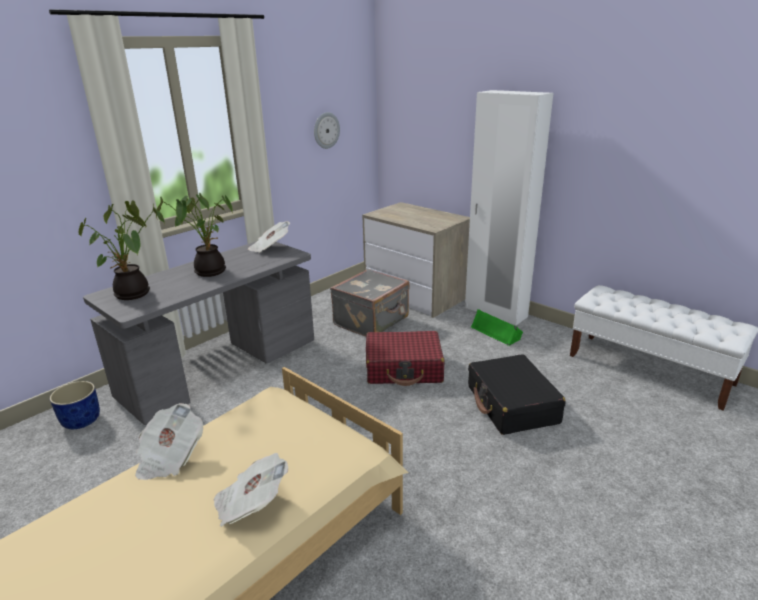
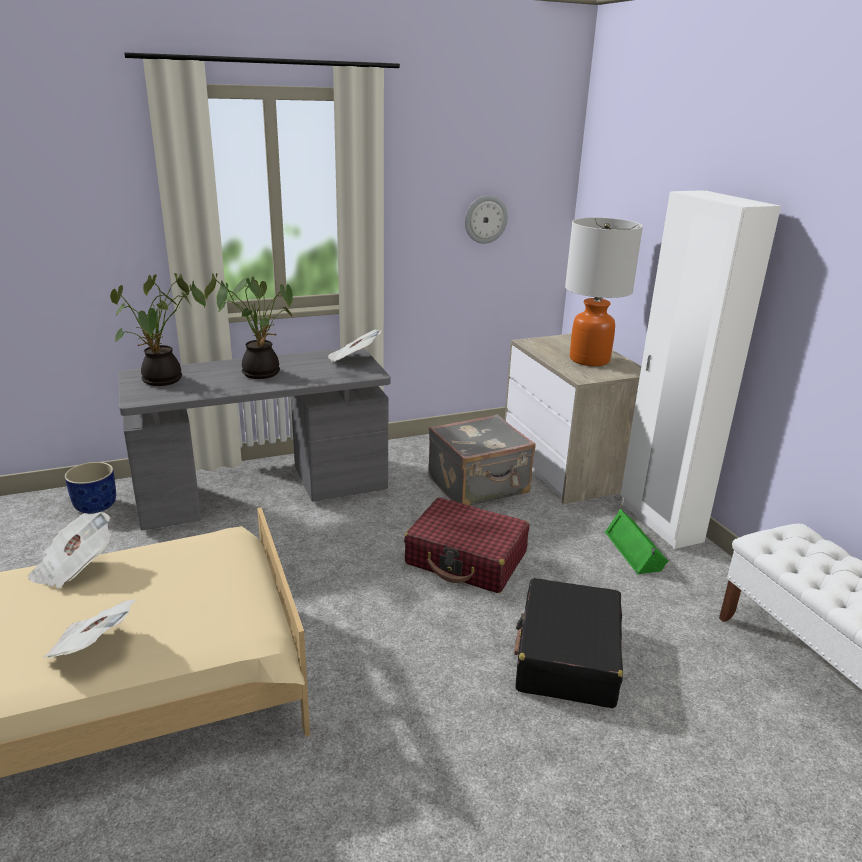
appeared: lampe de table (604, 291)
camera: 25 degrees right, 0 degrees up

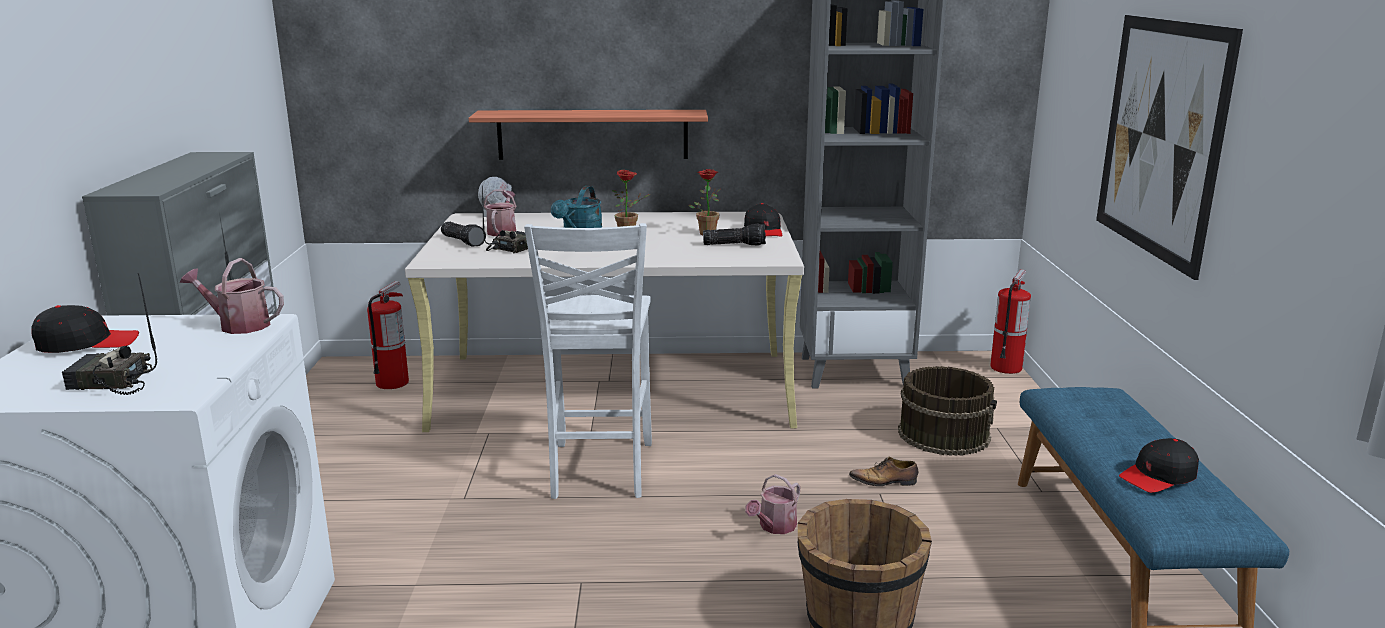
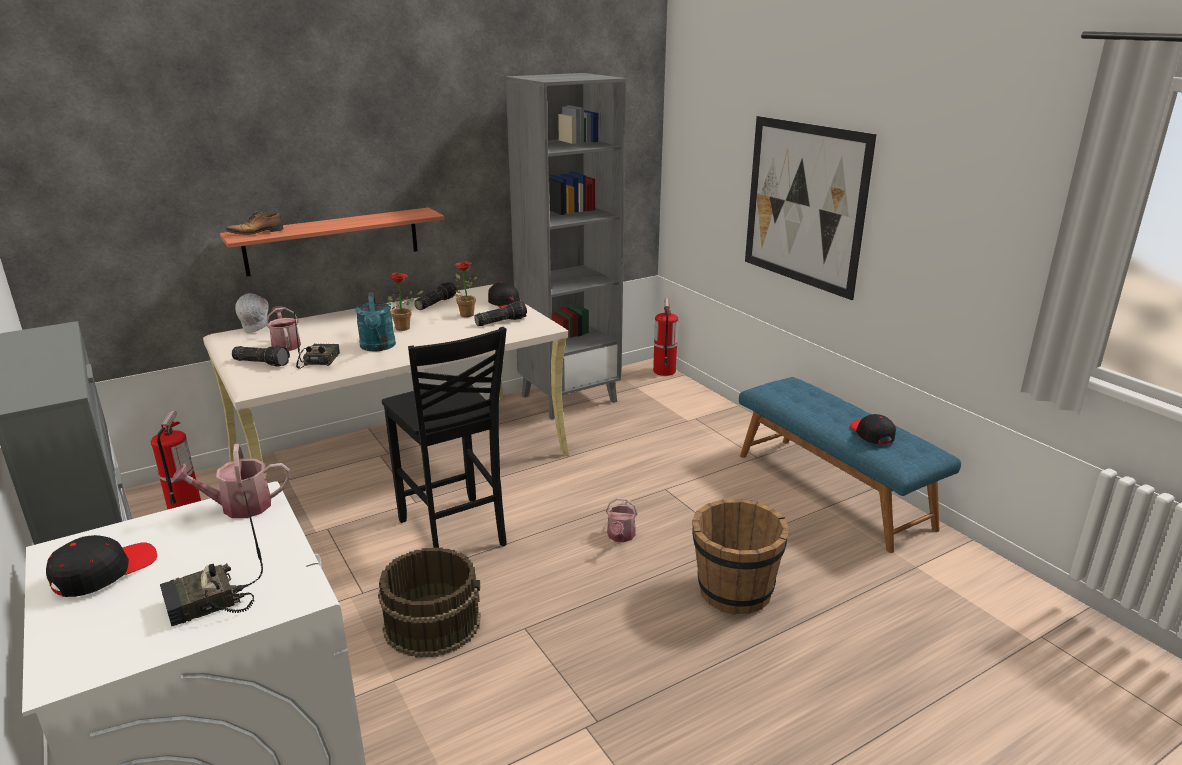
appeared: lampe de poche (435, 296)
relocated: chaussure (883, 471) to (255, 223); seau/marron (947, 411) to (429, 603)
colour: chaise/blanc (588, 361) to chaise/noir (444, 437)
spun: casquette/noir (1159, 465) = (873, 429) 135 degrees clockwise
camera: 30 degrees left, 5 degrees up

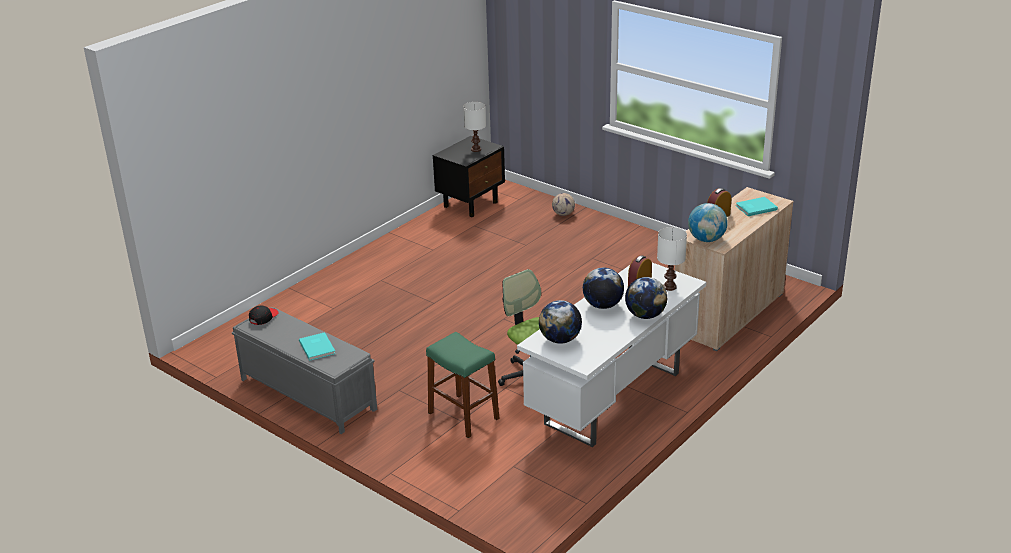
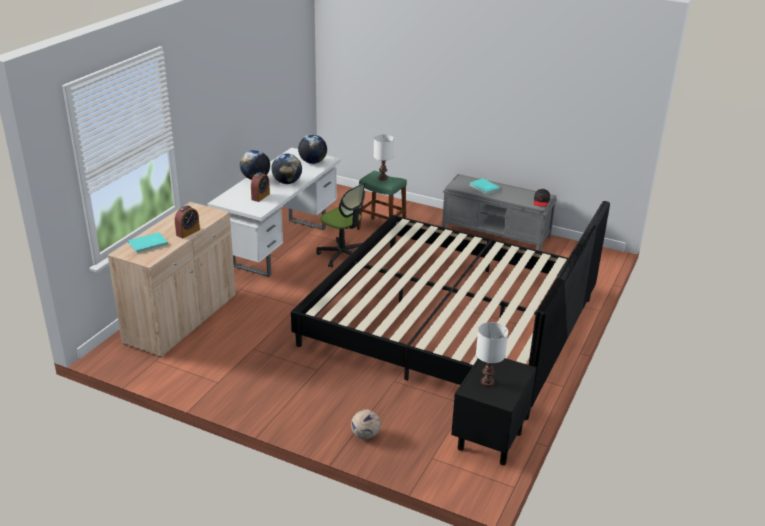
missing: globe (708, 222)
appeared: lit (450, 310)
relocated: lampe de table/blanc (672, 259) to (384, 157)
camera: 165 degrees right, 0 degrees up

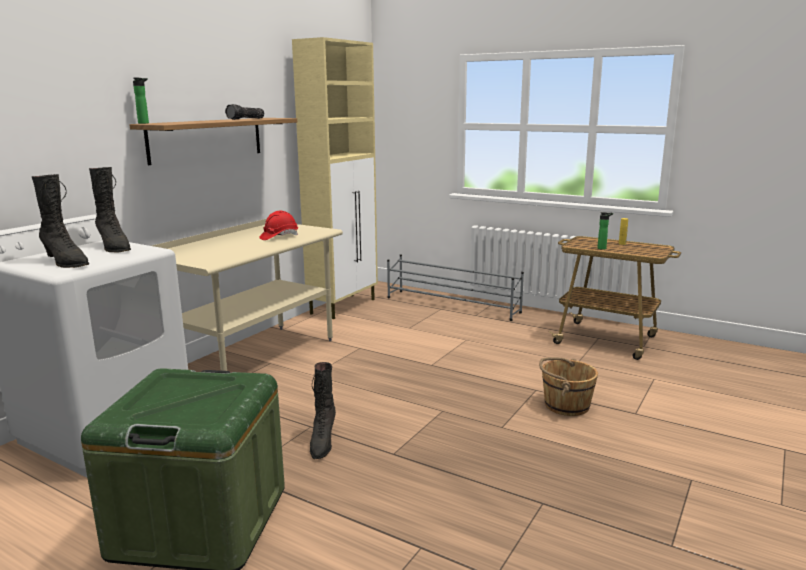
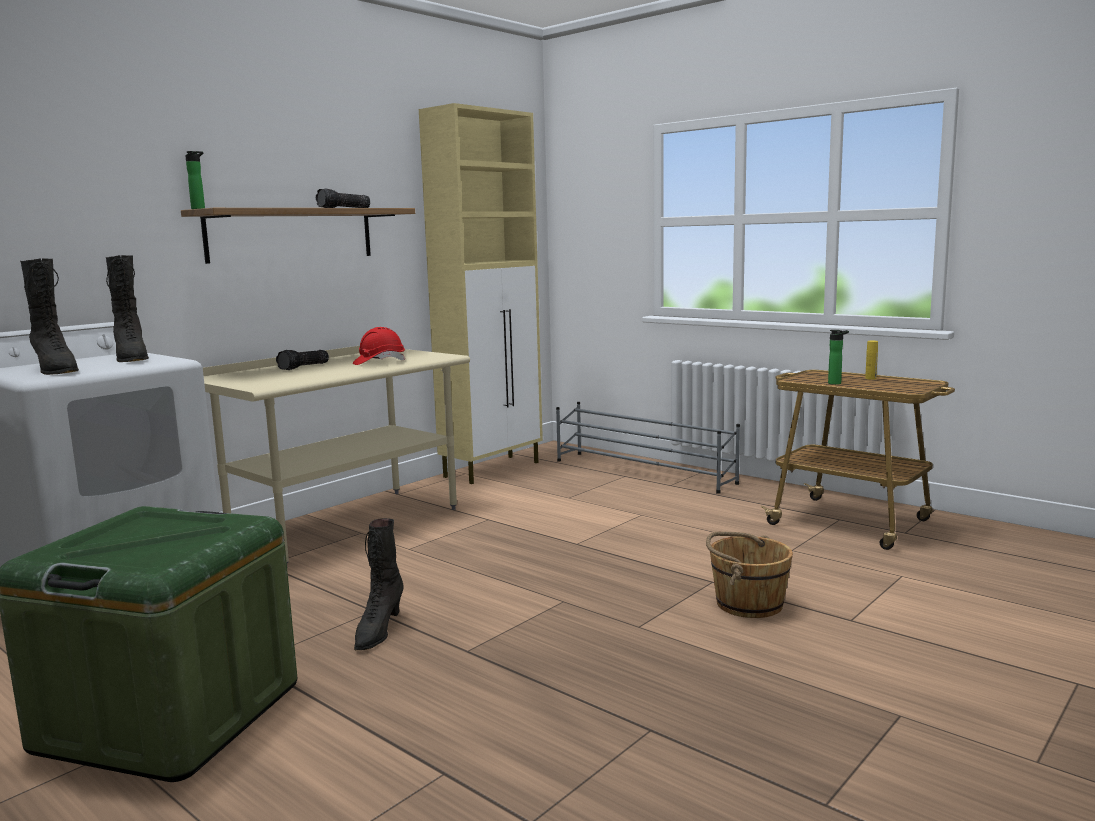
appeared: lampe de poche (302, 360)
camera: 10 degrees right, 5 degrees down

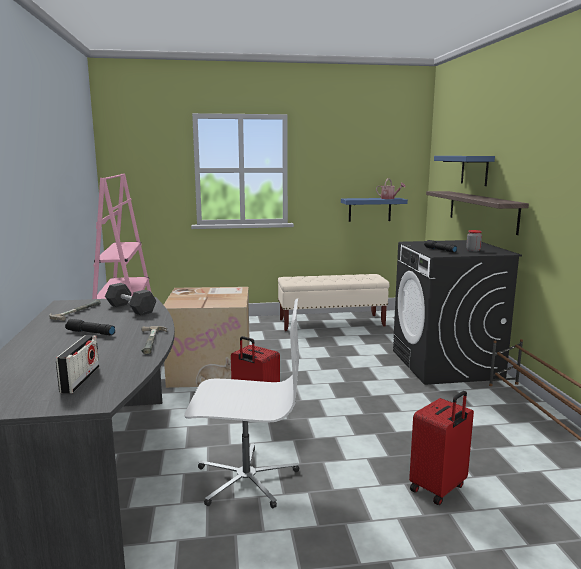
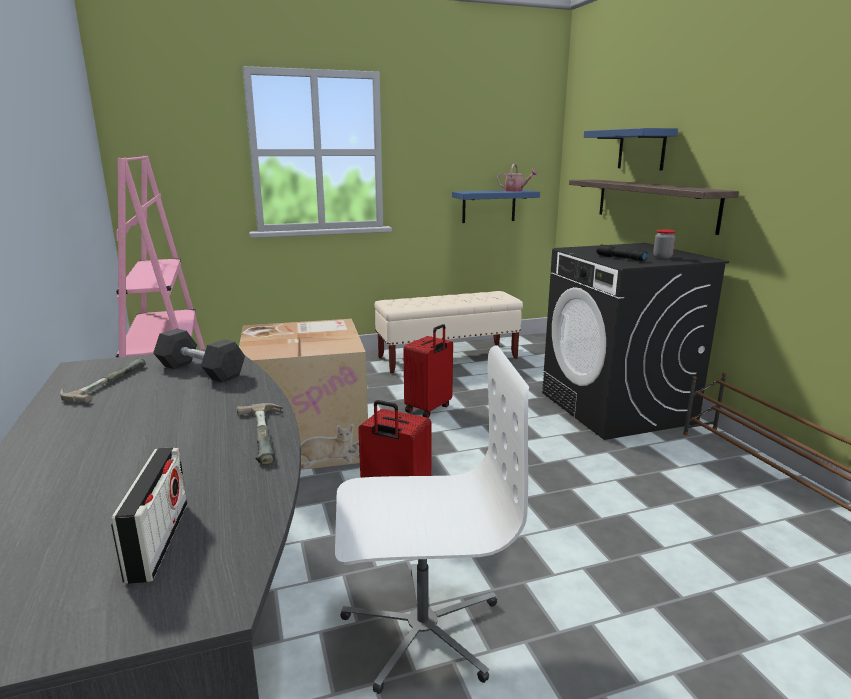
missing: lampe de poche/noir (90, 327)
relocated: valise/rouge (441, 448) to (428, 371)
camera: 10 degrees left, 5 degrees up

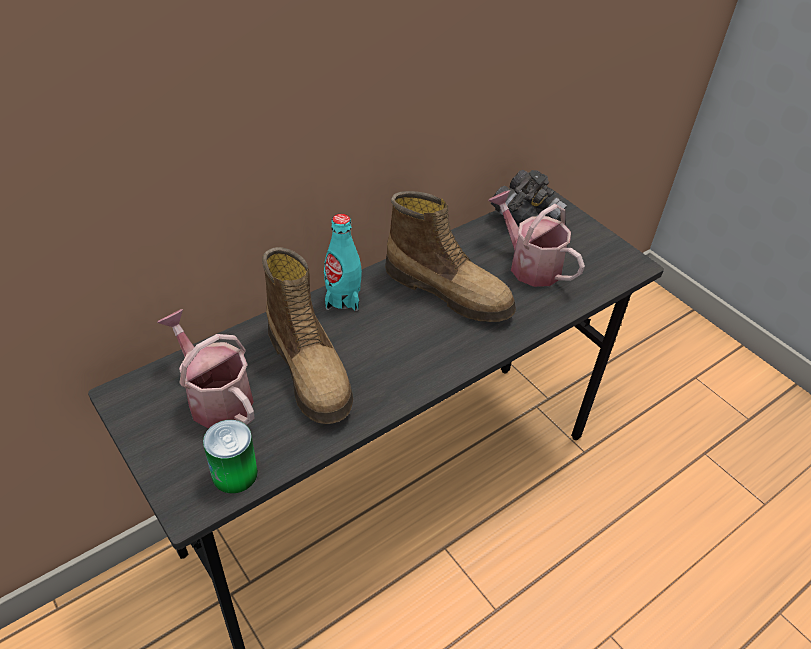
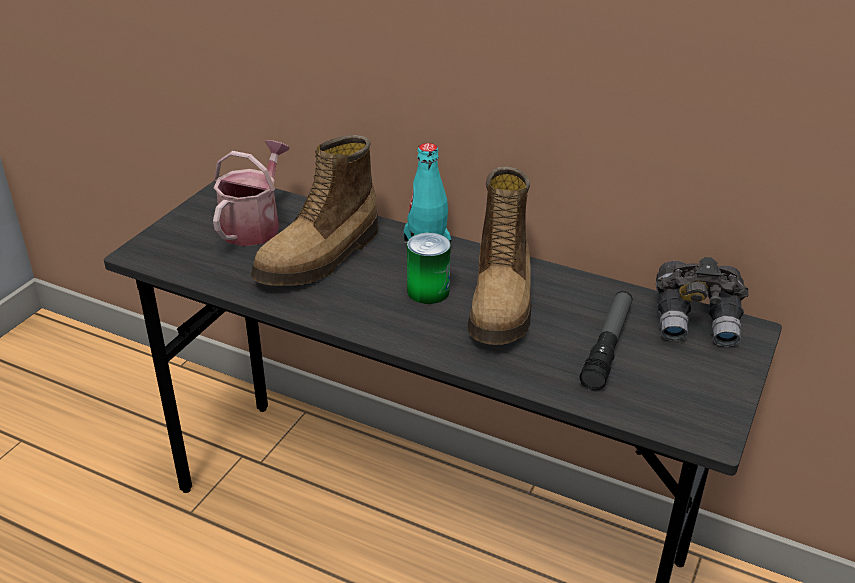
relocated: boîte métallique (230, 457) to (429, 268)
exchanged: arrosoir (536, 239) to lampe de poche (606, 340)
camera: 65 degrees right, 10 degrees down

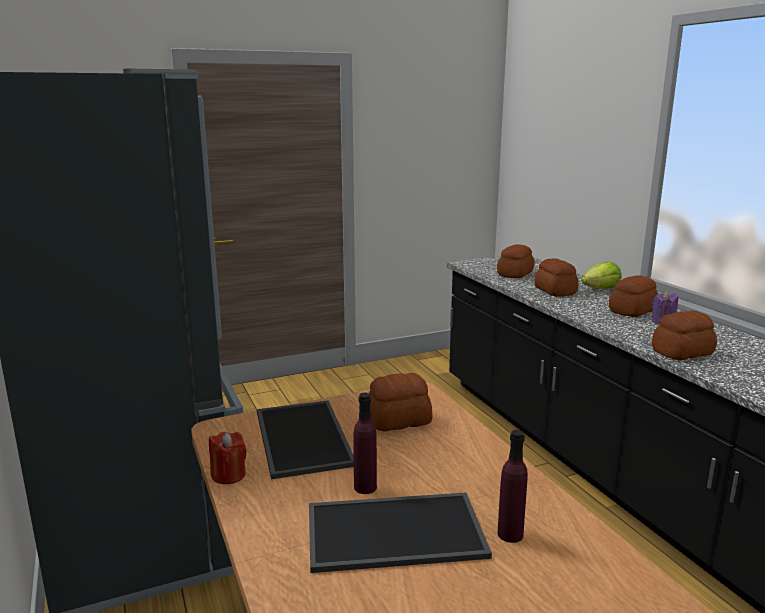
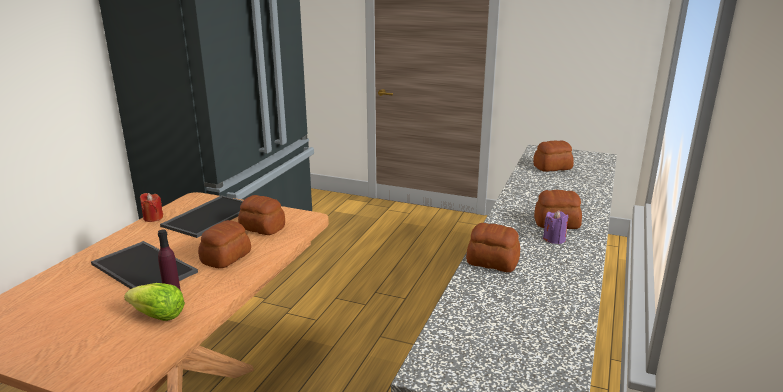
missing: bouteille/violet (365, 443)
relocated: pain (556, 277) to (224, 244); laitue (601, 275) to (154, 302)
camera: 45 degrees right, 5 degrees up

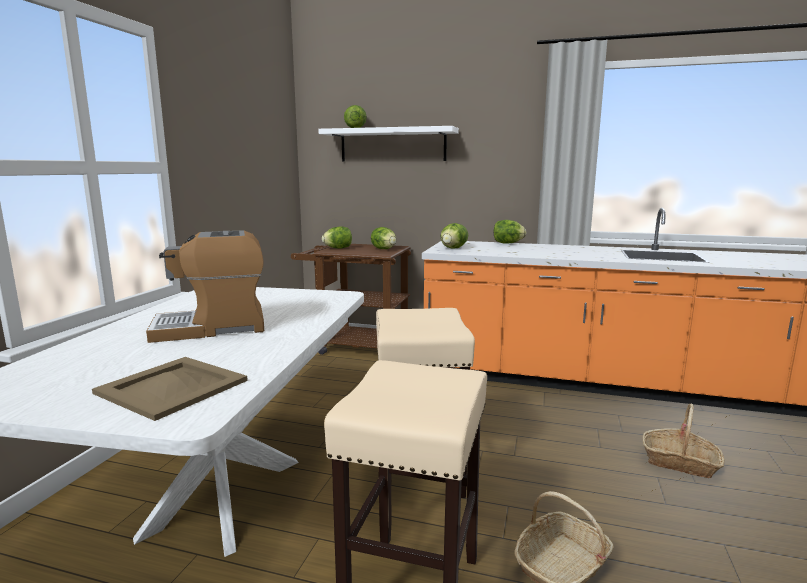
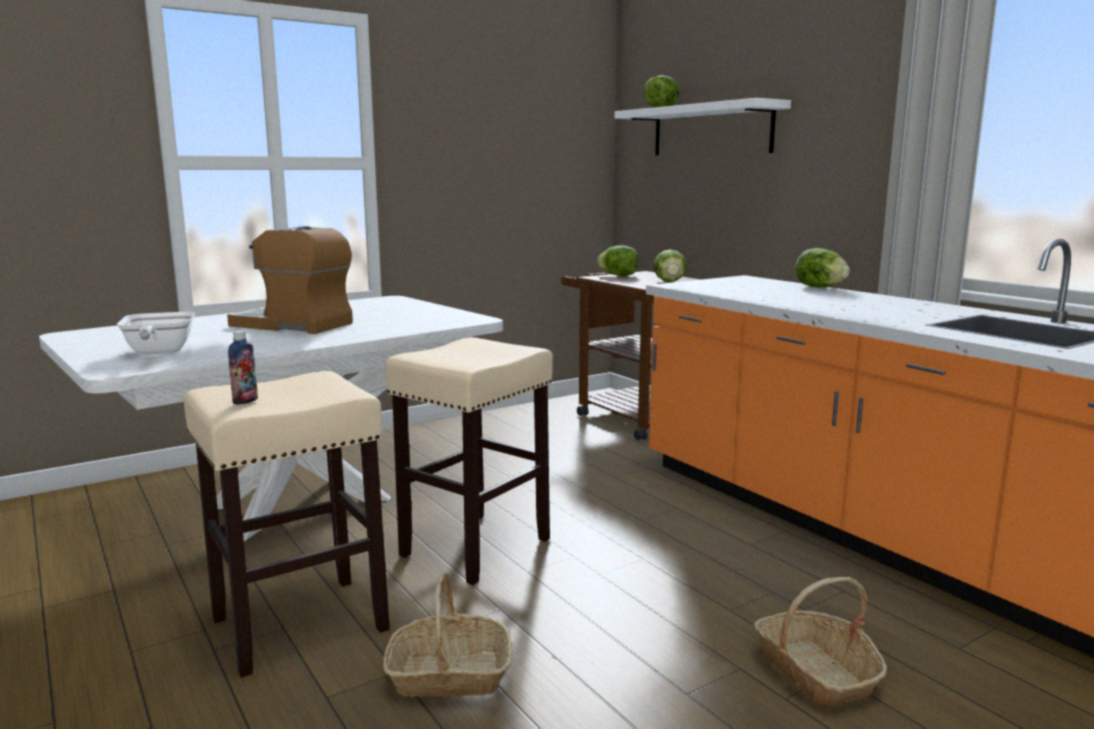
missing: laitue (454, 236)
appeared: bouteille (243, 367)
exchanged: plateau/beige (170, 389) to poêle (156, 333)
camera: 40 degrees right, 0 degrees up

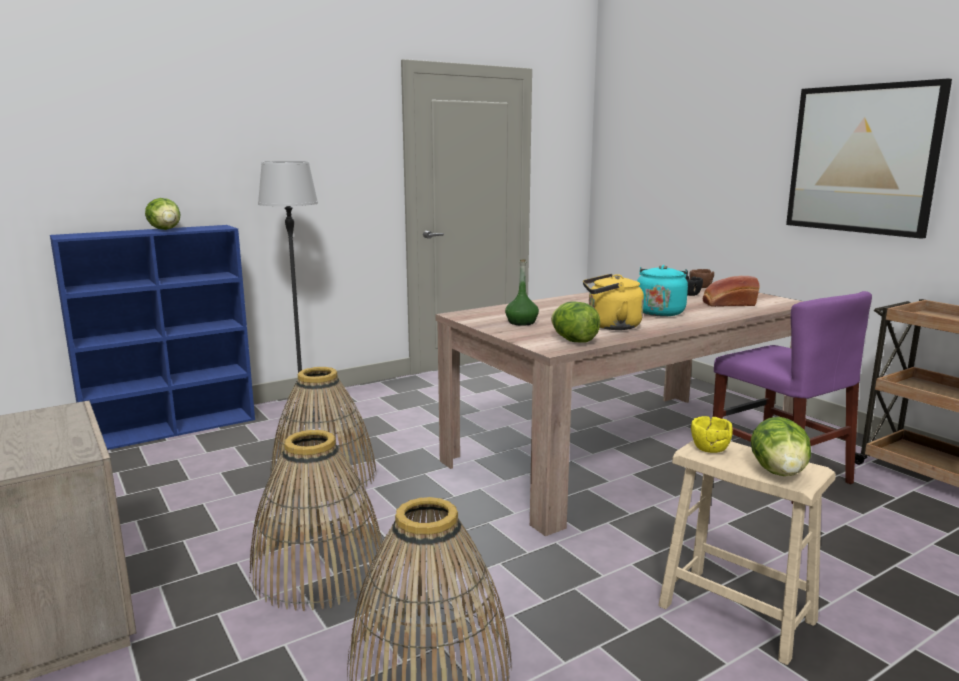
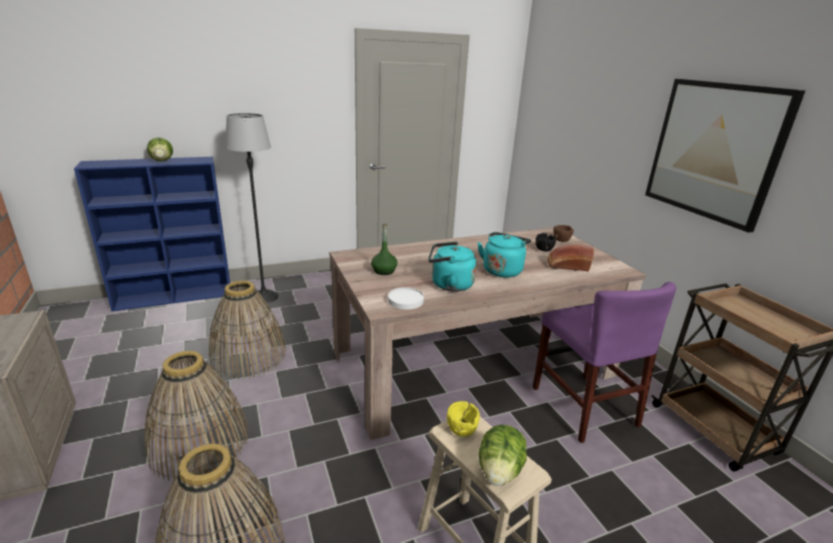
exchanged: laitue (575, 322) to assiette/blanc (406, 298)
colour: bouilloire/jaune (613, 302) to bouilloire/turquoise (452, 267)
camera: 10 degrees right, 10 degrees up

